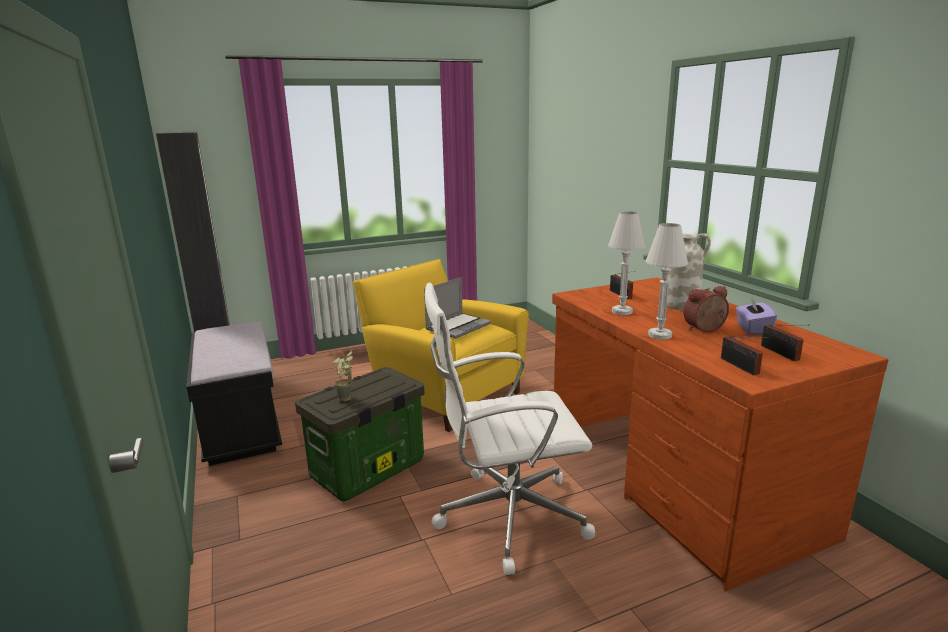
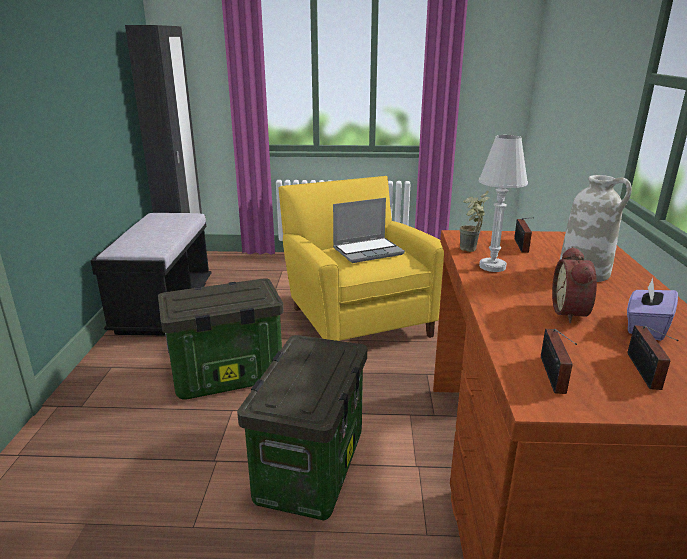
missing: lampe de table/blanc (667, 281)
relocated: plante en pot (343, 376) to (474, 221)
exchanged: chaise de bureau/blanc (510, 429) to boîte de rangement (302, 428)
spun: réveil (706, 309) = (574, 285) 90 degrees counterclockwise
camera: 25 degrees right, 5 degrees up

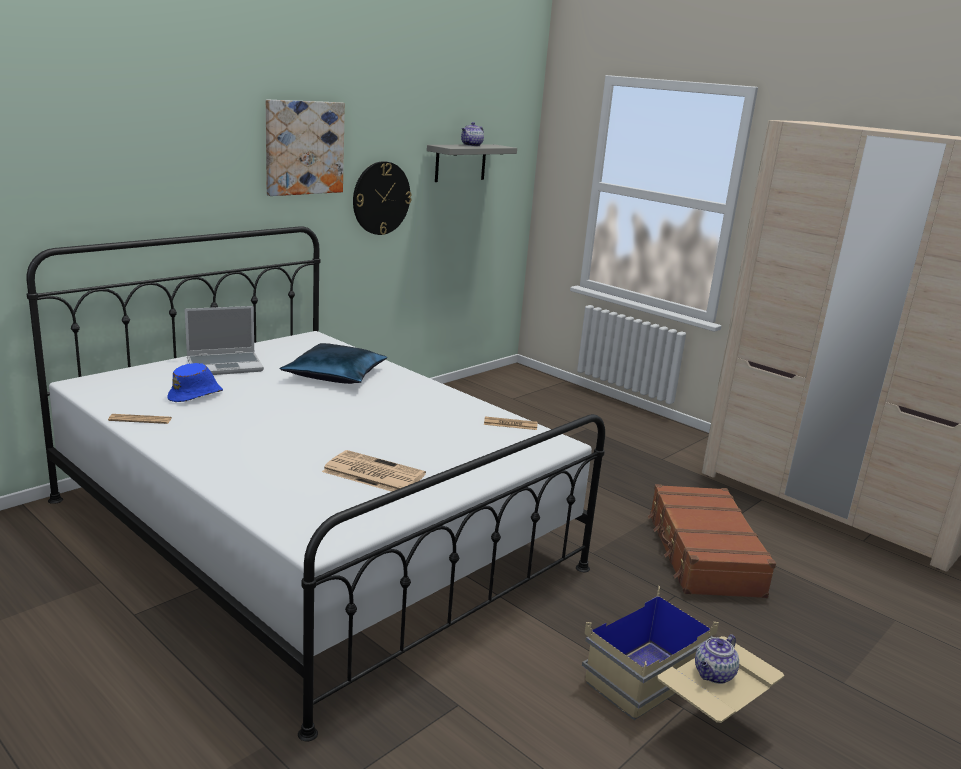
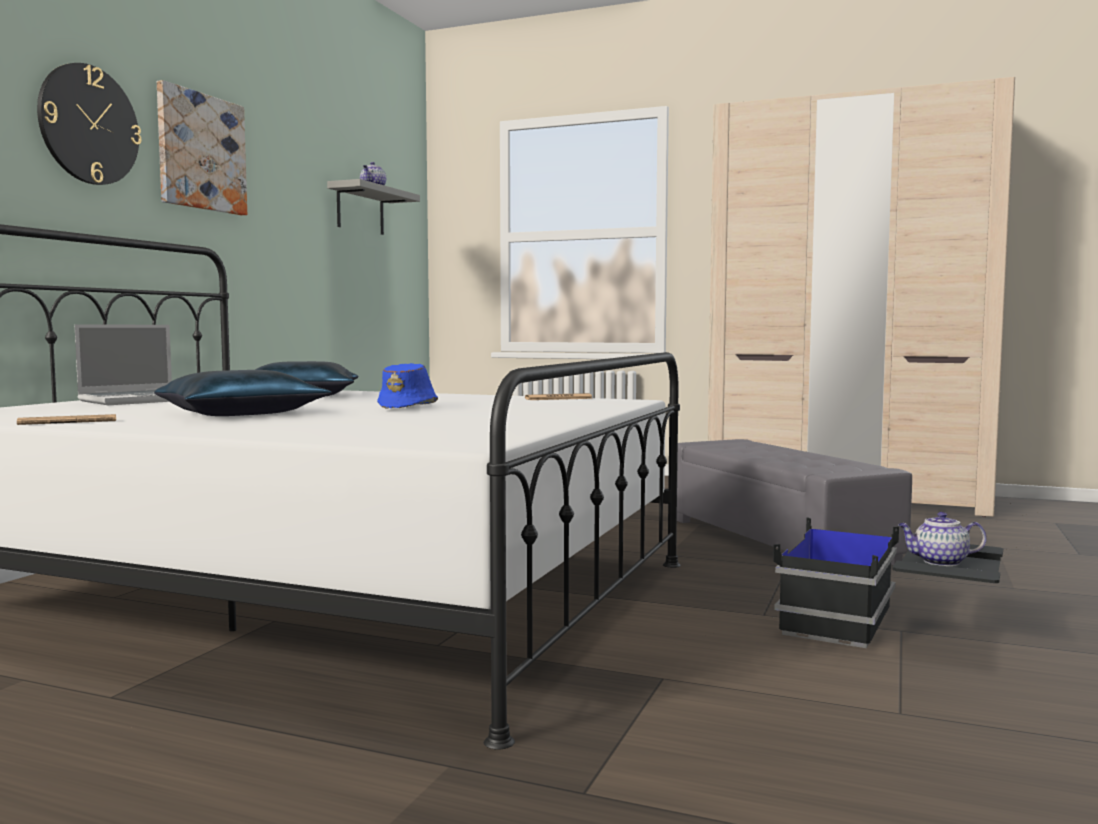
missing: journal (374, 471)
appeared: coussin/bleu (242, 393)
relocated: chapeau/bleu (195, 382) to (407, 386); horloge murale (382, 198) to (89, 124)
exchanged: valise/marron (712, 541) to pouf/gris (794, 502)
colour: boîte de rangement/beige (683, 654) to boîte de rangement/noir (888, 582)
spun: théière (717, 659) = (942, 539) 75 degrees clockwise
camera: 20 degrees left, 15 degrees down

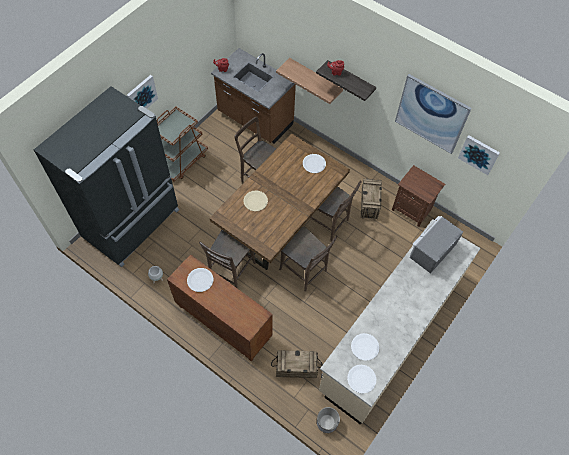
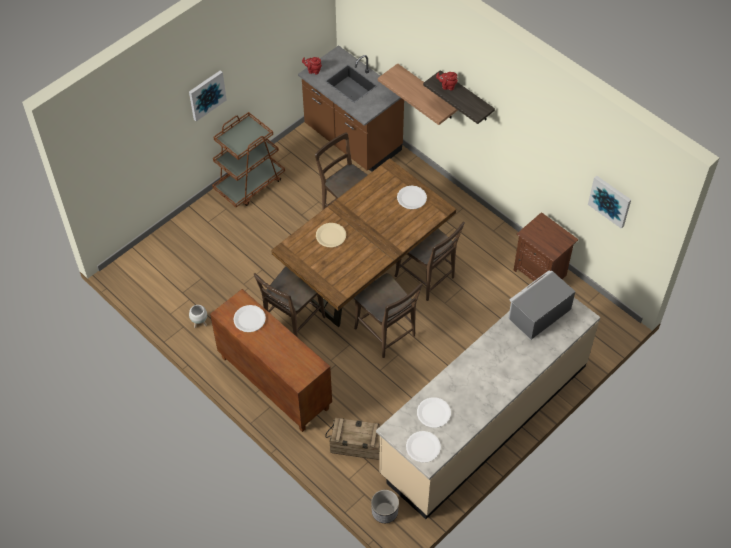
missing: réfrigérateur/noir (106, 176); caisse (371, 199); tableau (433, 114)
camera: 10 degrees right, 5 degrees down

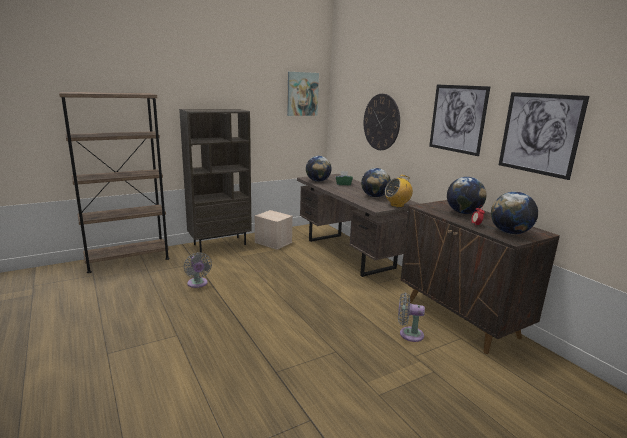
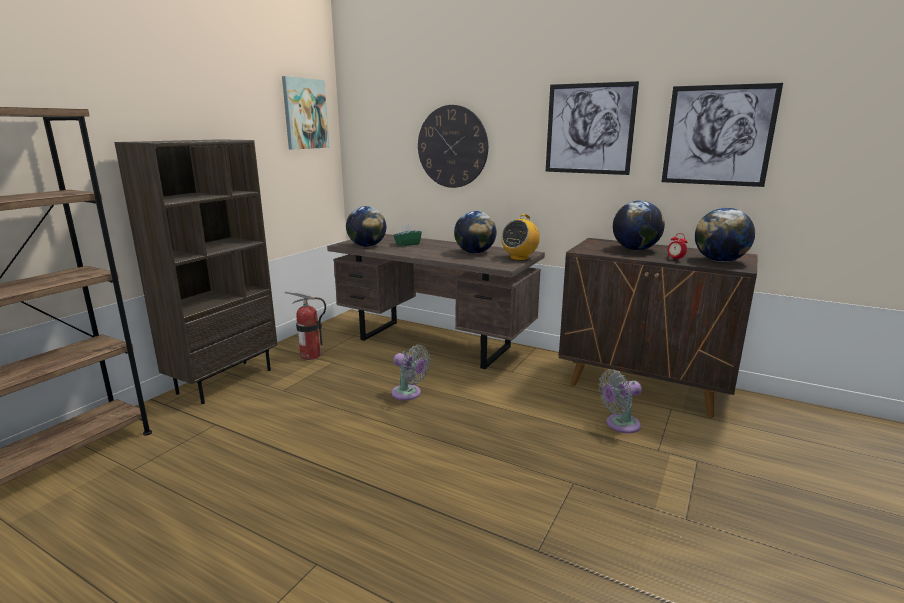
relocated: ventilateur/gris (198, 270) to (411, 372)
exchanged: boîte de rangement/beige (273, 230) to extincteur (305, 325)
camera: 30 degrees left, 0 degrees up

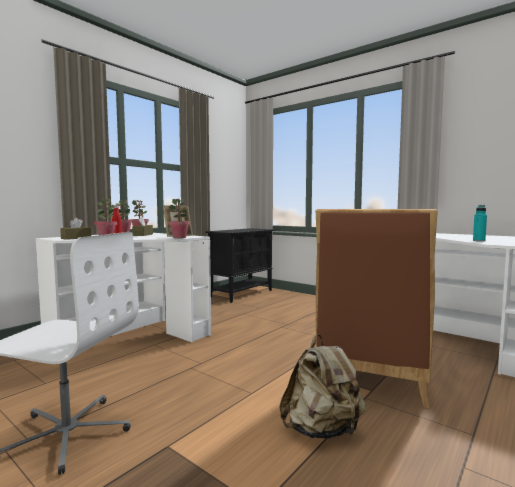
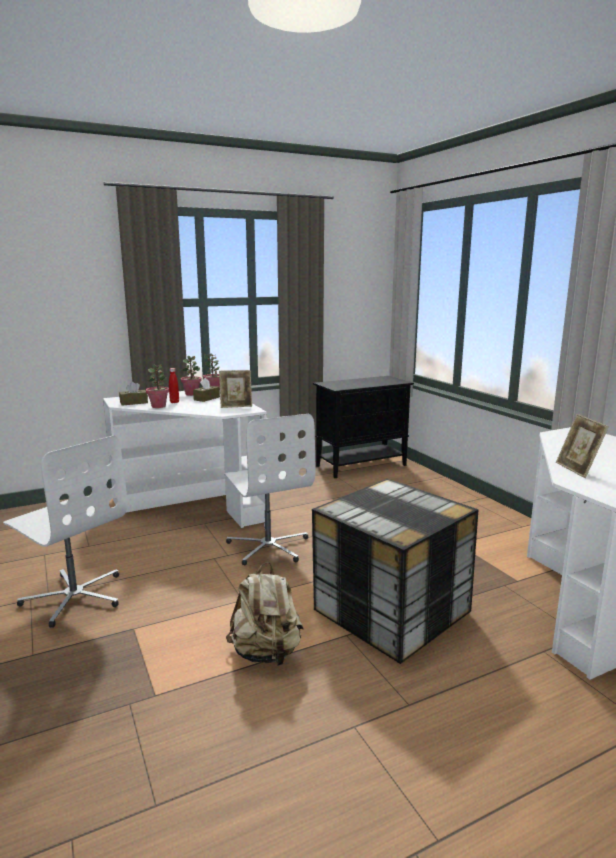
missing: plante en pot (179, 218)
appeared: chaise de bureau/blanc (269, 490)
exchanged: chaise/marron (377, 308) to boîte de rangement (395, 571); bouteille/turquoise (480, 223) to cadre photo (582, 446)
camera: 25 degrees right, 10 degrees up

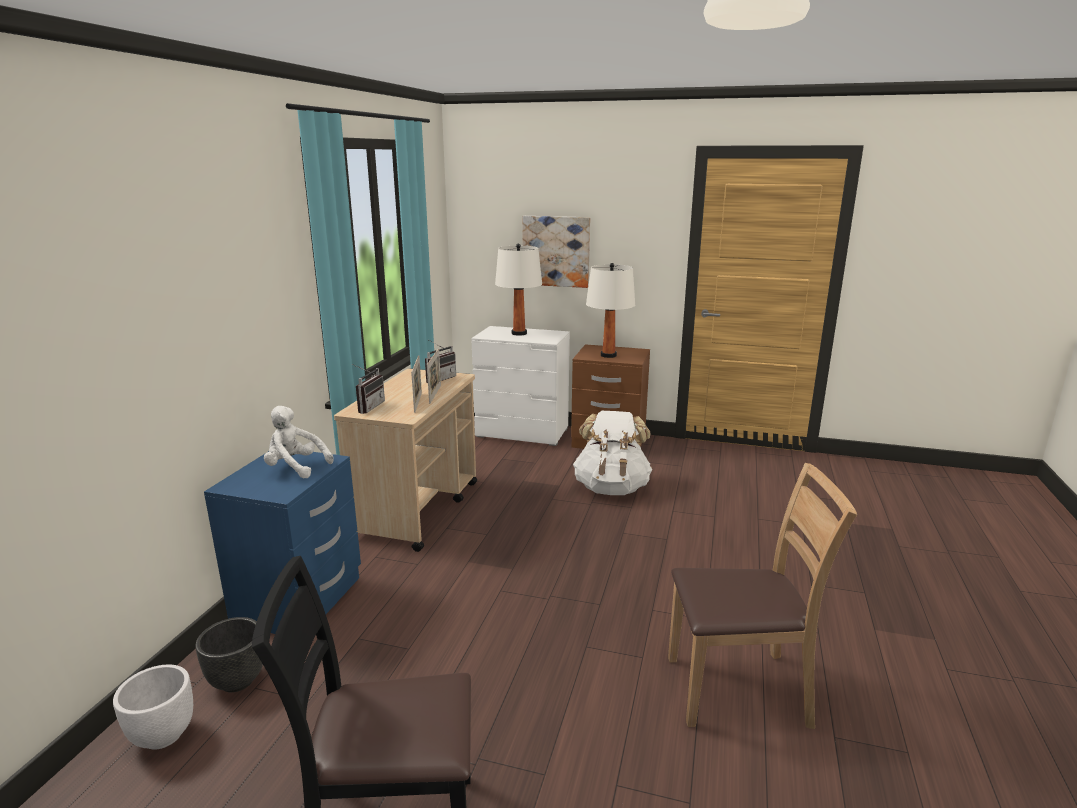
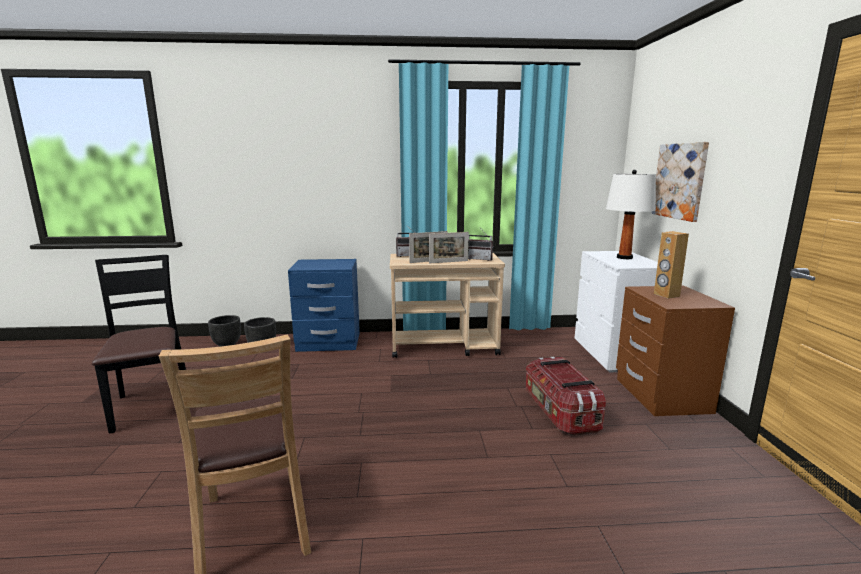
missing: peluche/blanc (299, 442)
exchanged: sac à dos/blanc (613, 453) to boîte de rangement (566, 396); lampe de table/blanc (610, 310) to enceinte/marron (671, 265)
colour: cache-pot/blanc (153, 707) to cache-pot/noir (224, 331)
camera: 70 degrees right, 5 degrees down

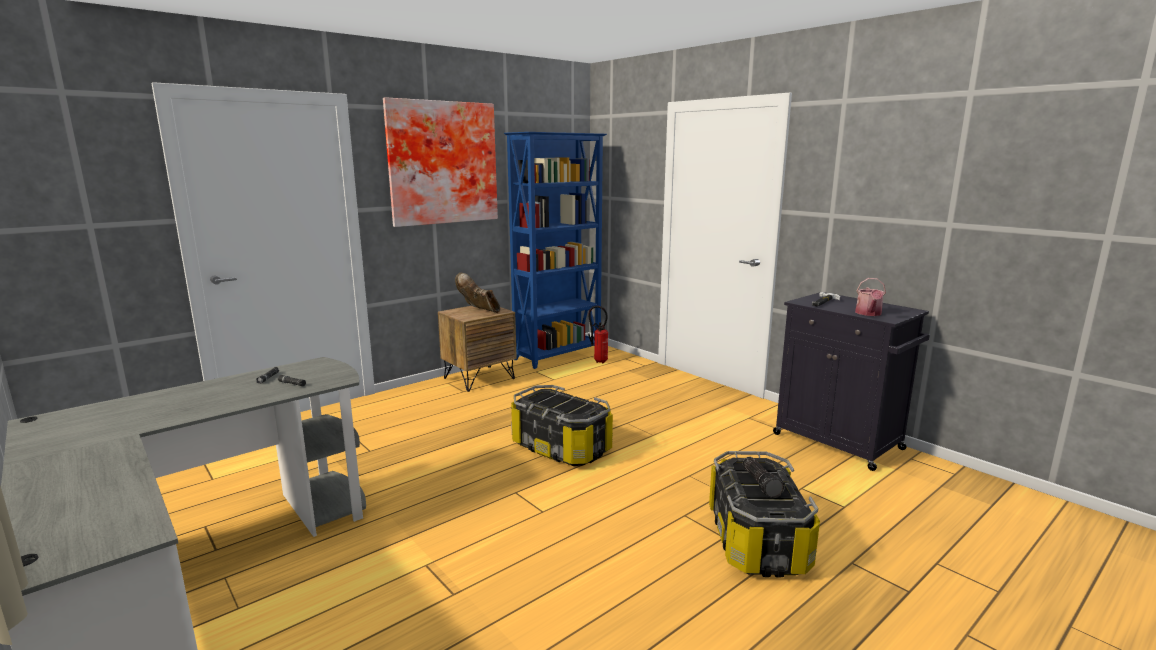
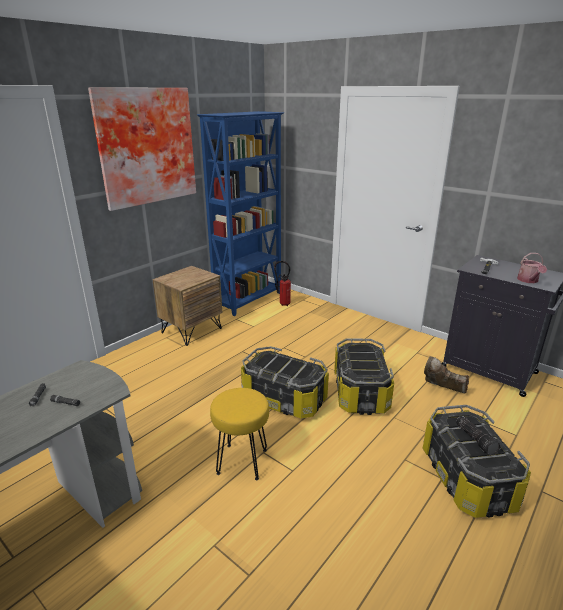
appeared: tabouret/jaune (239, 434); boîte de rangement (364, 376)
relocated: botte/marron (477, 292) to (446, 375)
camera: 10 degrees left, 10 degrees up

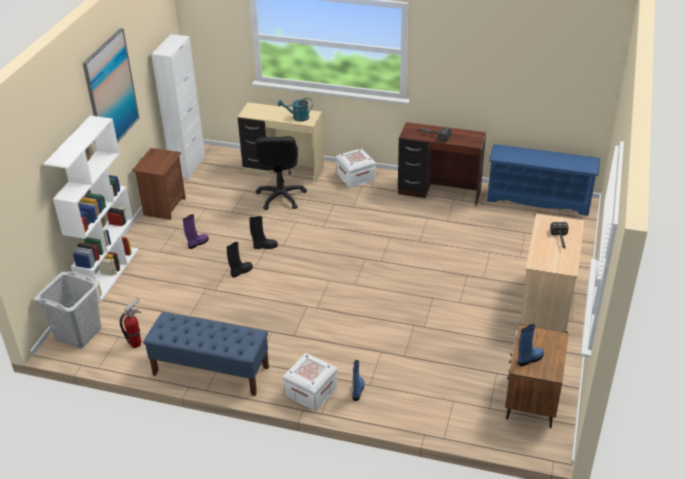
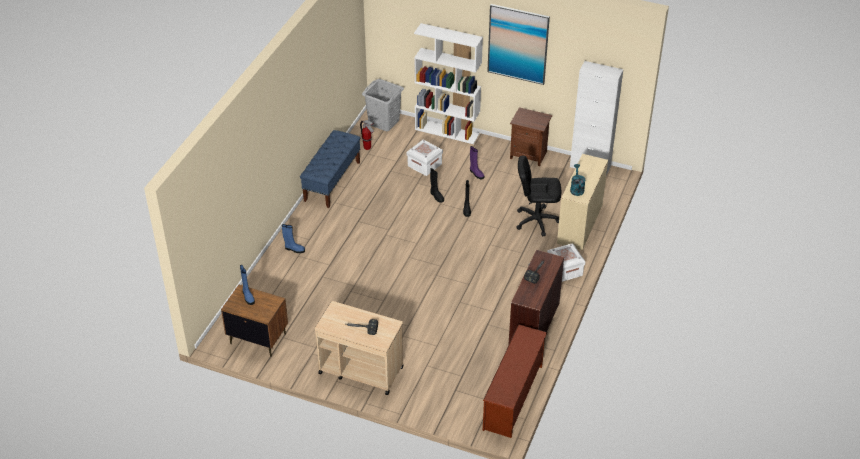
relocated: boîte de rangement/blanc (310, 382) to (425, 158)
colour: étagère à chaussures/bleu (543, 180) to étagère à chaussures/marron (515, 381)
camera: 95 degrees right, 5 degrees up

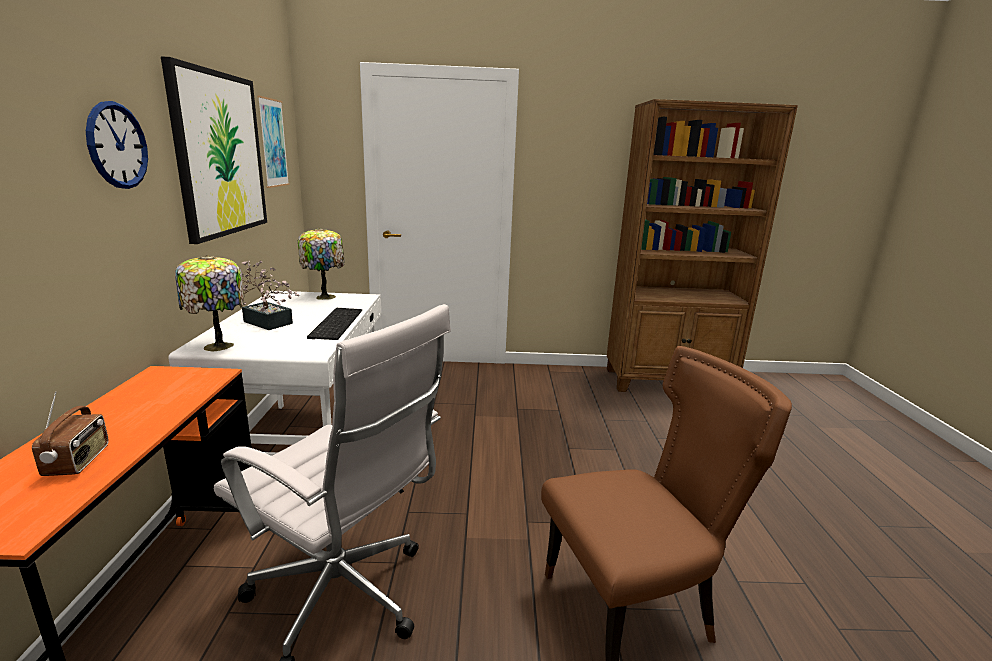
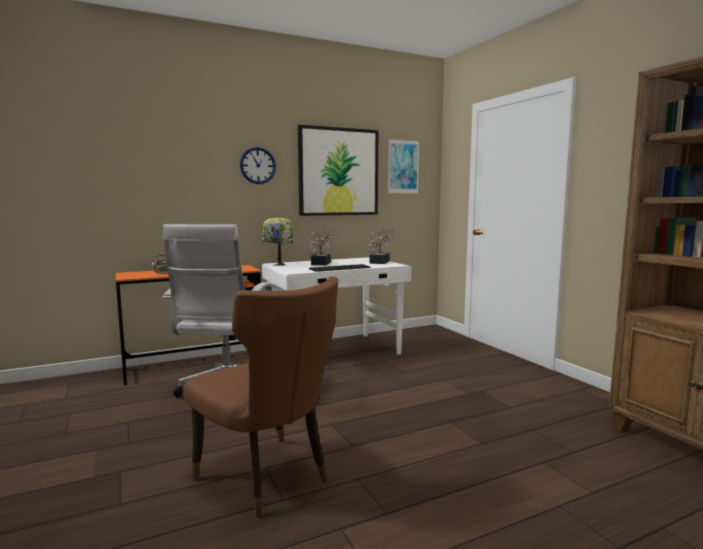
exchanged: lampe de table (321, 264) to plante en pot (381, 246)
camera: 65 degrees right, 10 degrees down

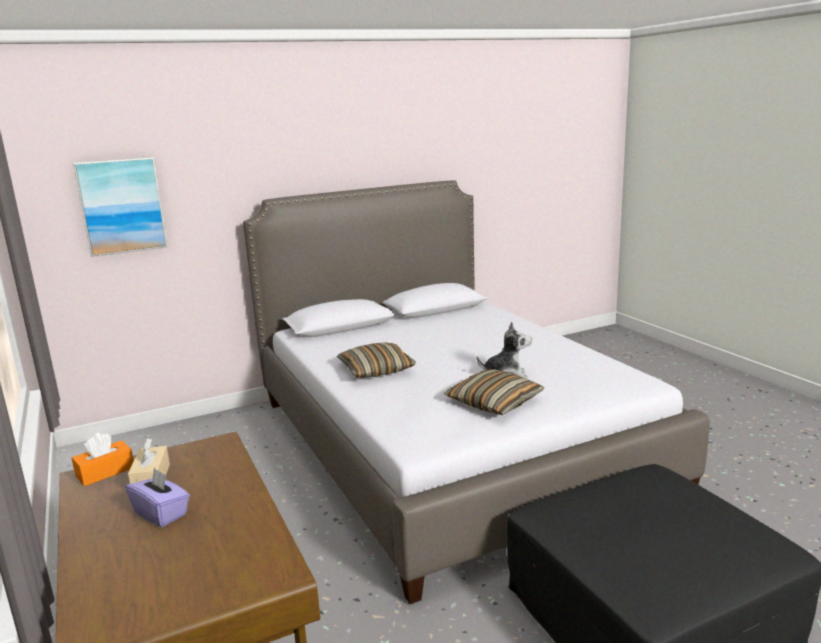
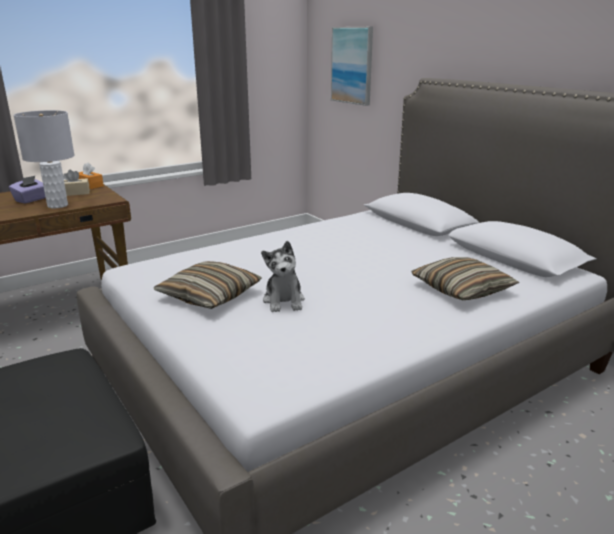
appeared: lampe de table/gris (44, 159)
relocated: coussin (376, 360) to (465, 278)
camera: 80 degrees right, 5 degrees up

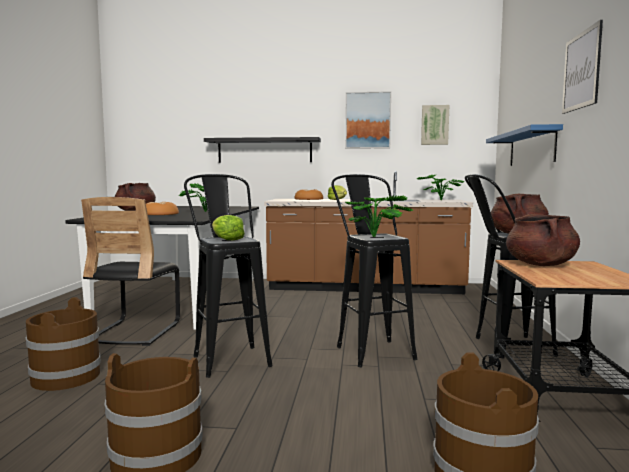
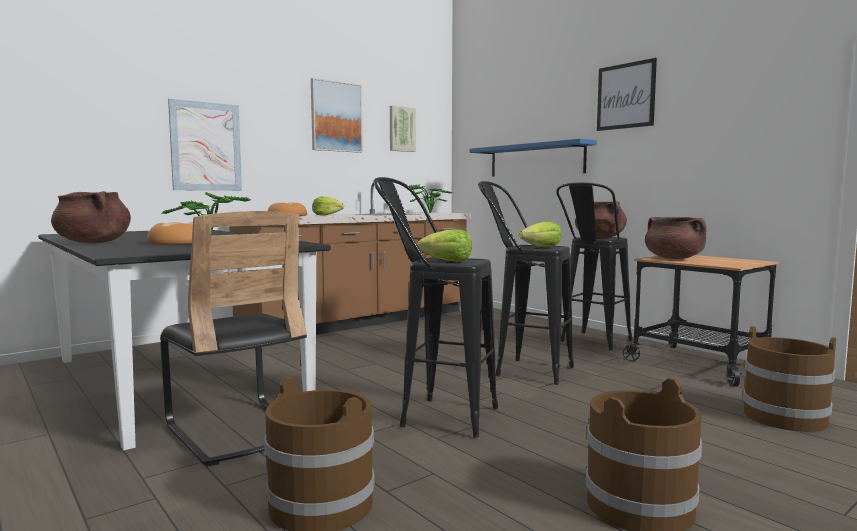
exchanged: étagère/noir (262, 150) to tableau (205, 145); plante en pot (379, 216) to laitue (540, 234)
camera: 45 degrees left, 0 degrees up

